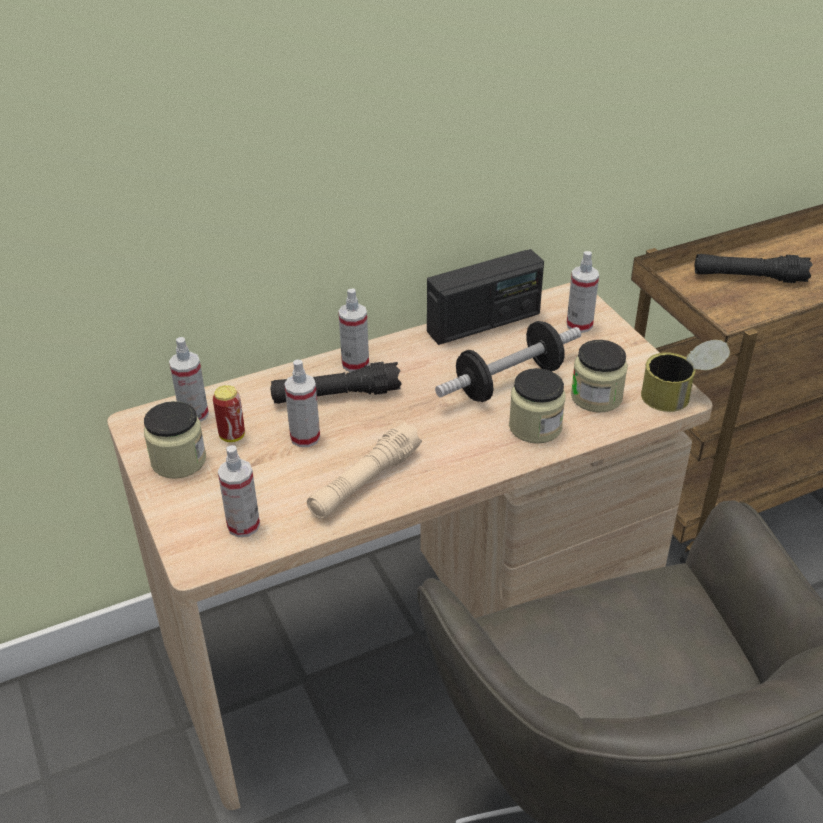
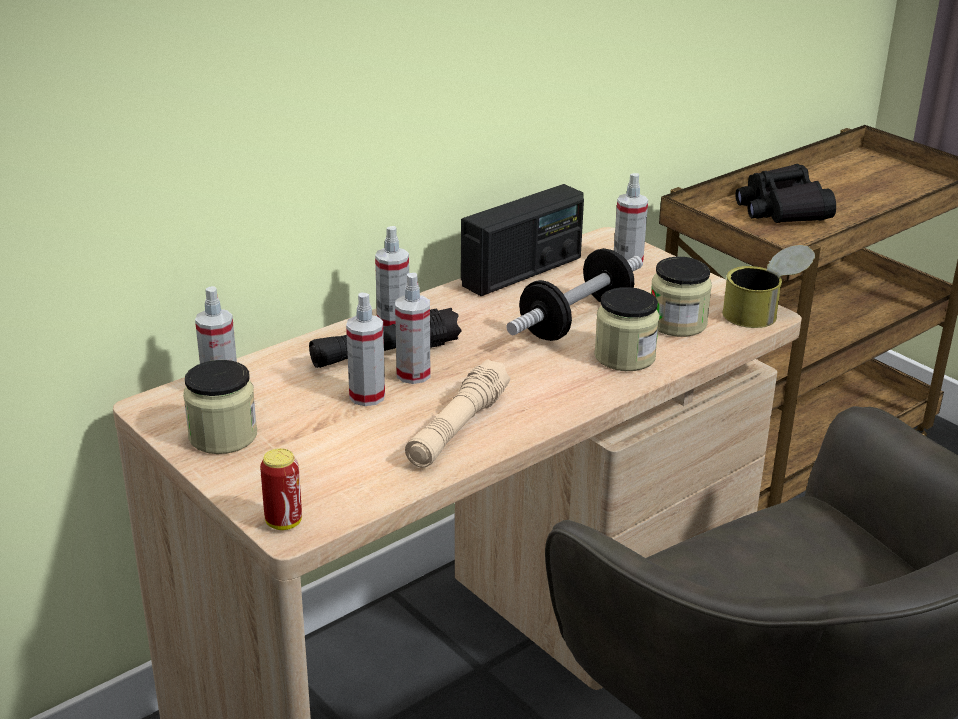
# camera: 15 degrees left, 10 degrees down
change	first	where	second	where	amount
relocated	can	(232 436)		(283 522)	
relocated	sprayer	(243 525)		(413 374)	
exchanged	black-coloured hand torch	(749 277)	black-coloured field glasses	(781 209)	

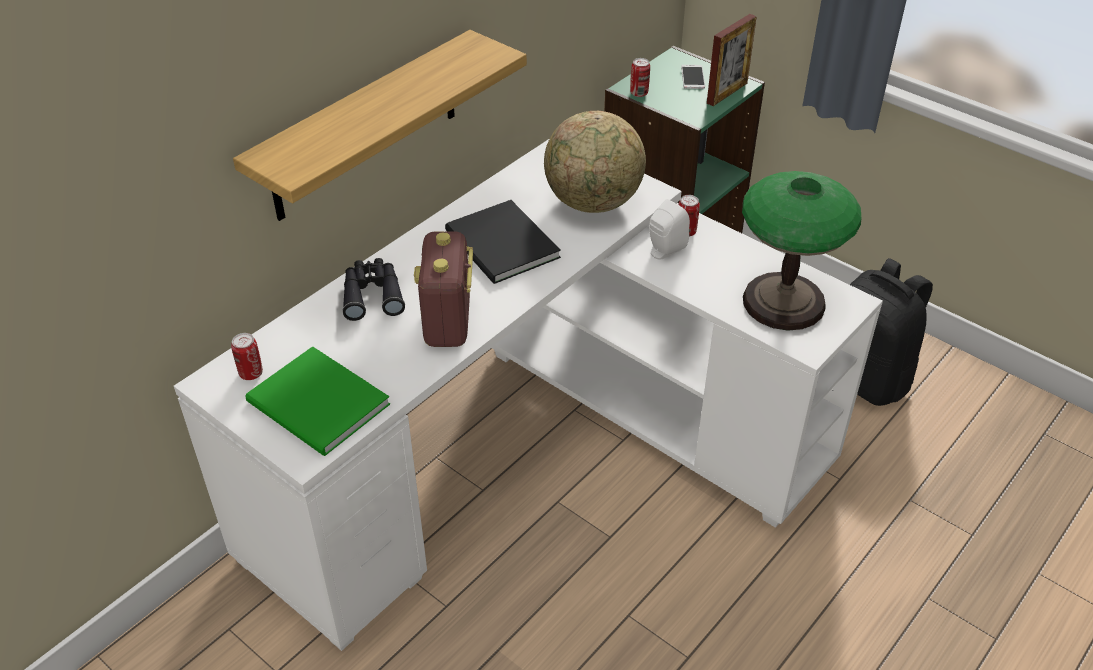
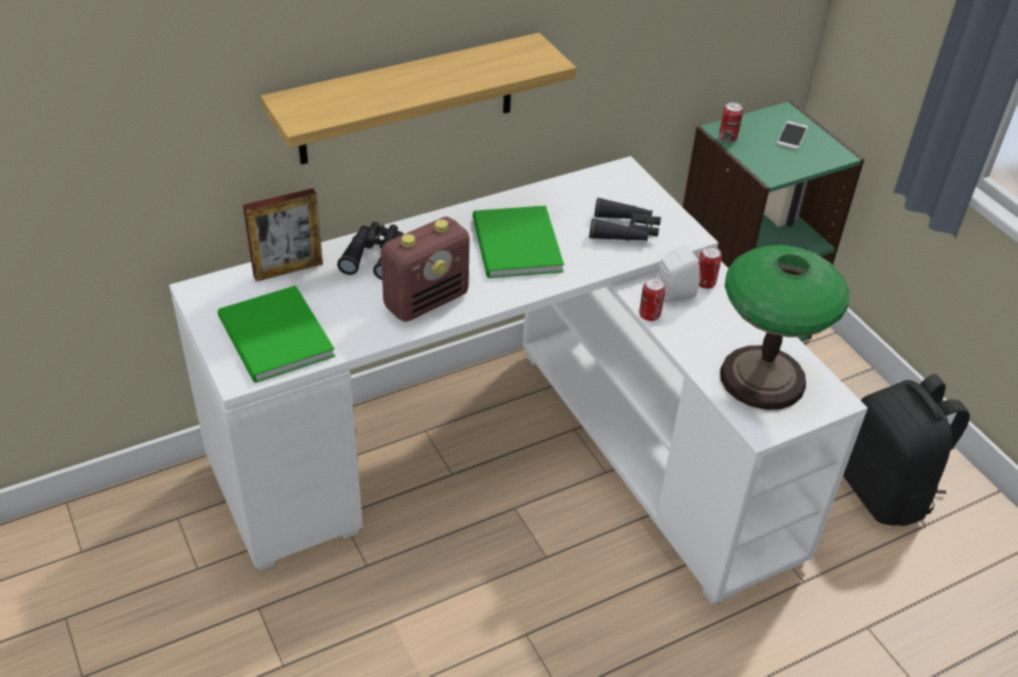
# camera: 20 degrees right, 0 degrees up
change	first	where	second	where	amount
relocated	can	(251 373)		(649 315)	
spun	radio receiver	(448 322)		(427 300)	150 degrees counterclockwise
colour	black-coloured volume	(501 247)	greenish volume	(514 247)	
exchanged	desk globe	(593 203)	black-coloured field glasses	(625 230)	
relocated	picture frame	(727 93)		(288 270)	

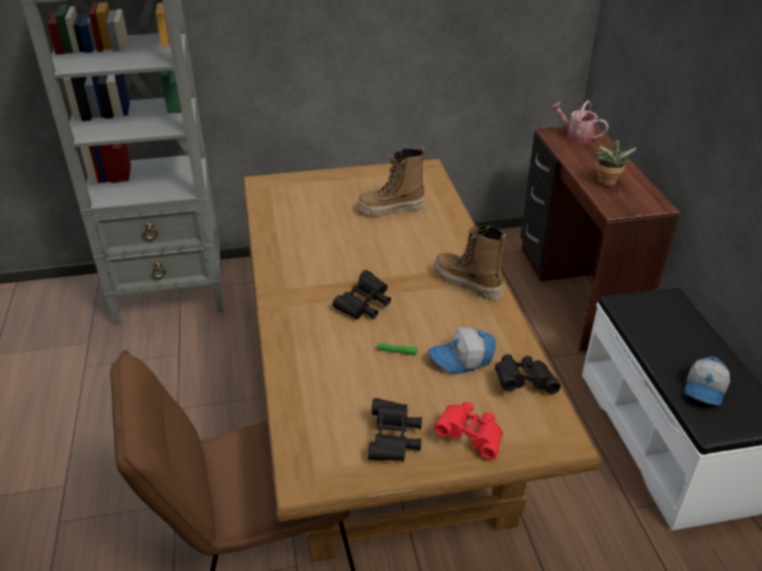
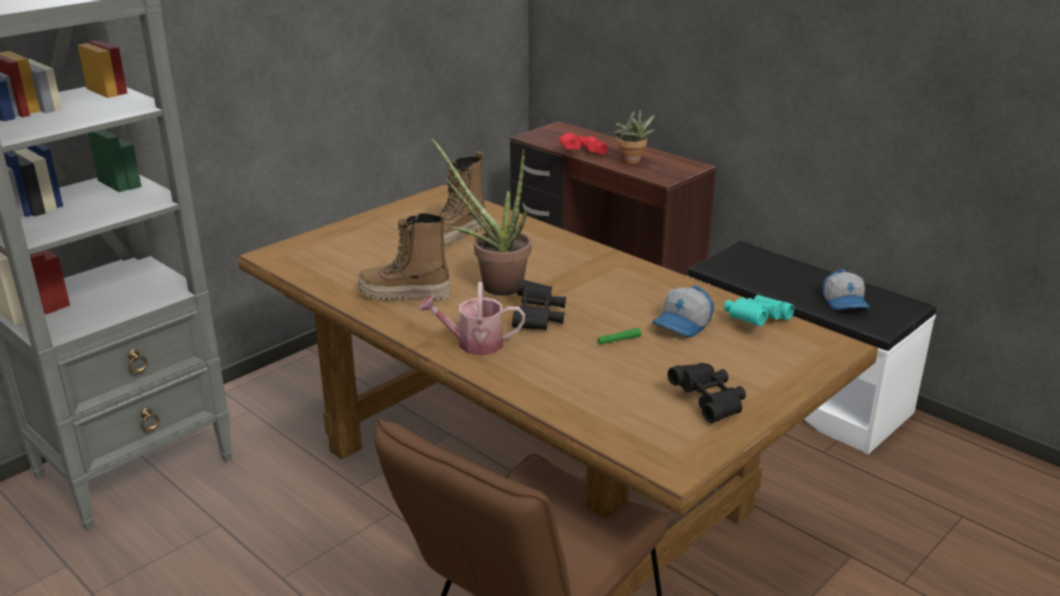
# camera: 35 degrees left, 10 degrees down
change	first	where	second	where	amount
relocated	high-top boot	(467 283)		(404 295)	
relocated	red-coloured field glasses	(470 436)		(581 152)	
colour	black-coloured field glasses	(523 382)	turquoise-coloured field glasses	(755 321)	
relocated	sprinkling can	(576 136)		(473 343)	
appeared			potted plant	(494 285)	

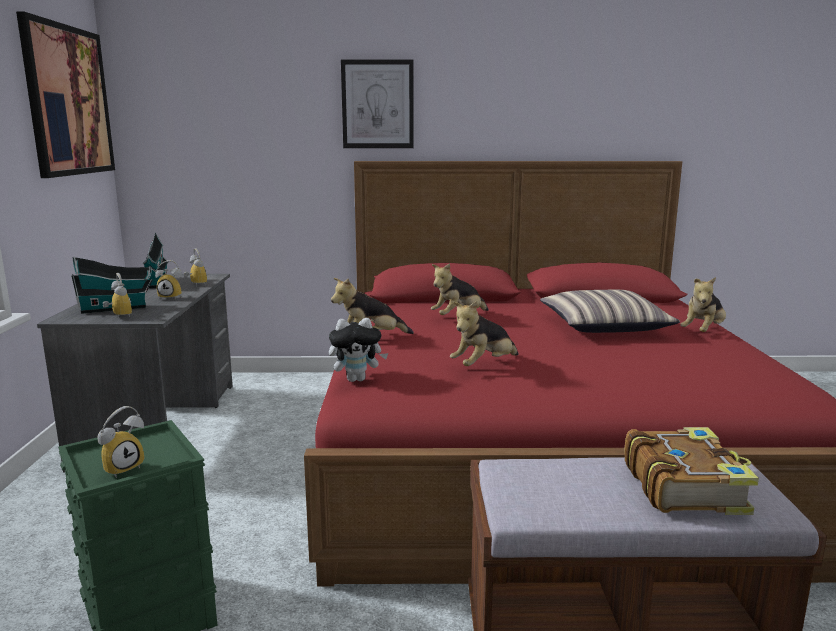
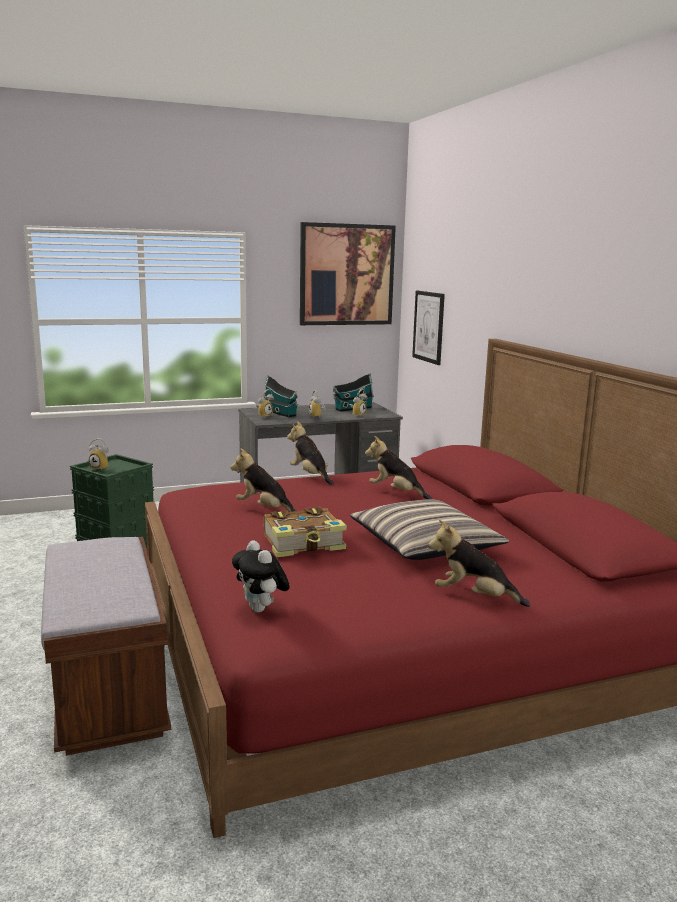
# camera: 70 degrees right, 0 degrees up
change	first	where	second	where	amount
relocated	soft toy	(357 379)		(261 609)	
relocated	picture	(377 104)		(429 326)	
relocated	volume	(684 486)		(304 544)	

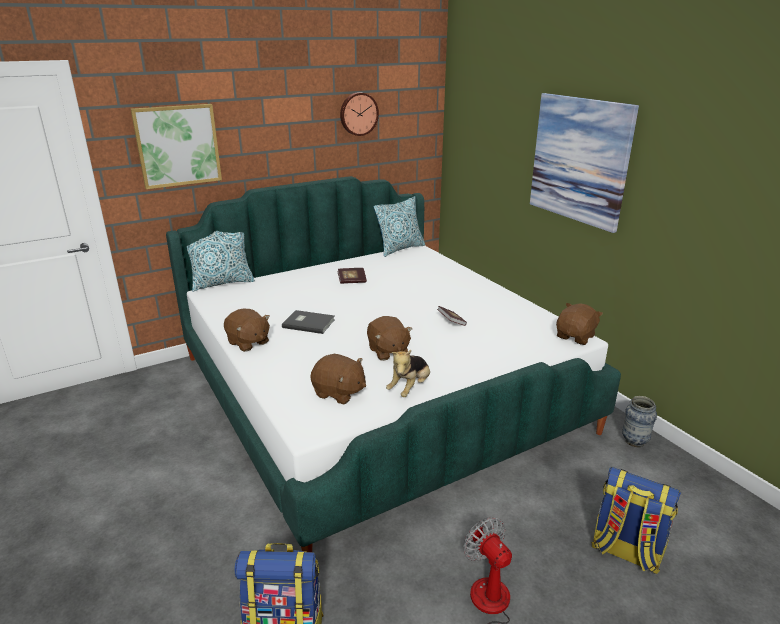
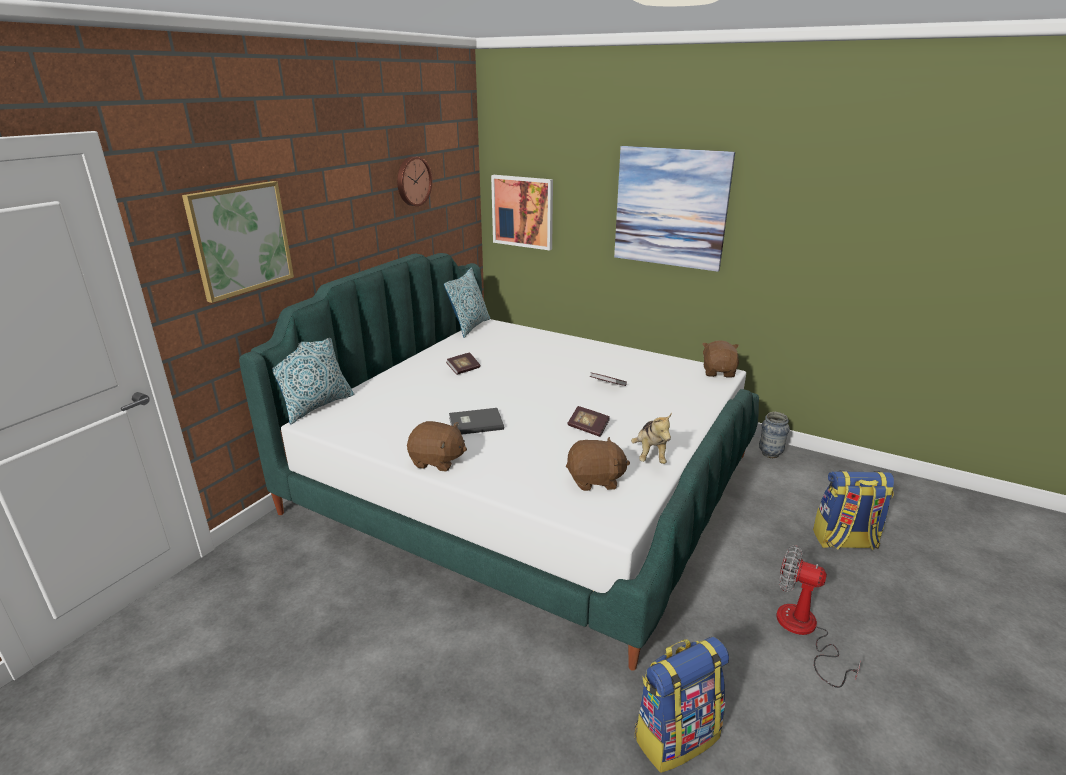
# camera: 30 degrees left, 0 degrees up
change	first	where	second	where	amount
exchanged	brown soft toy	(388 351)	volume	(588 428)	
appeared			picture	(523 212)	

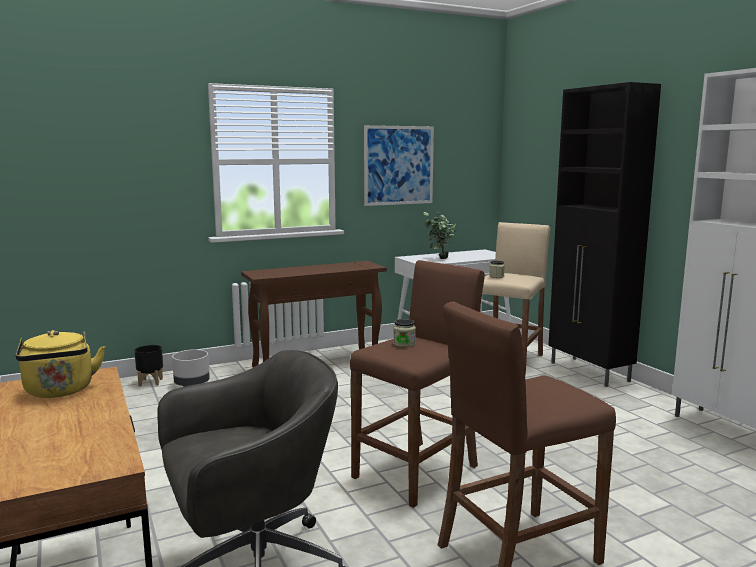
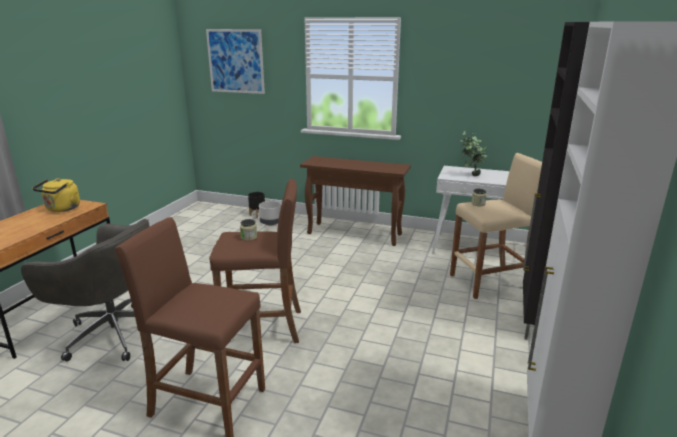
# camera: 45 degrees right, 10 degrees up
change	first	where	second	where	amount
relocated	picture	(399 165)		(235 61)	

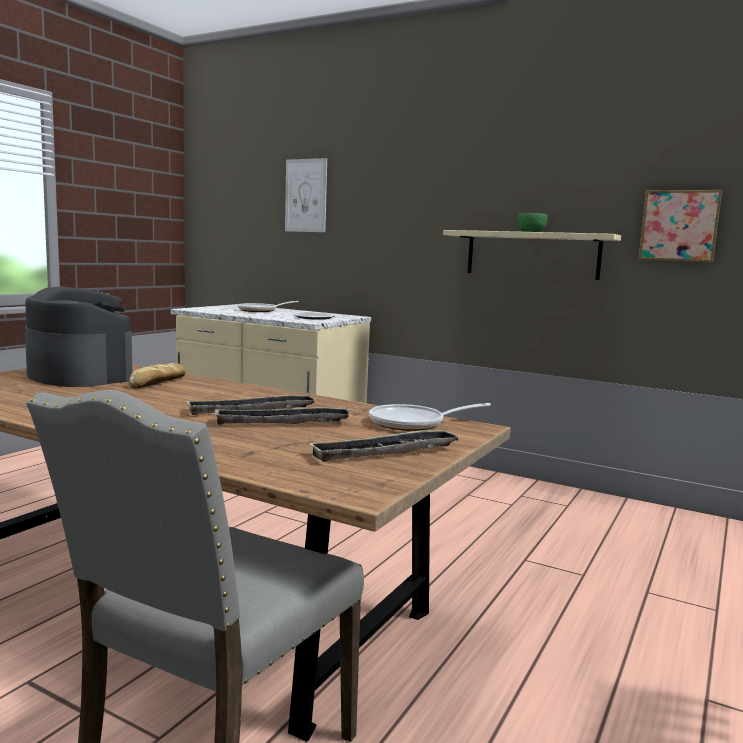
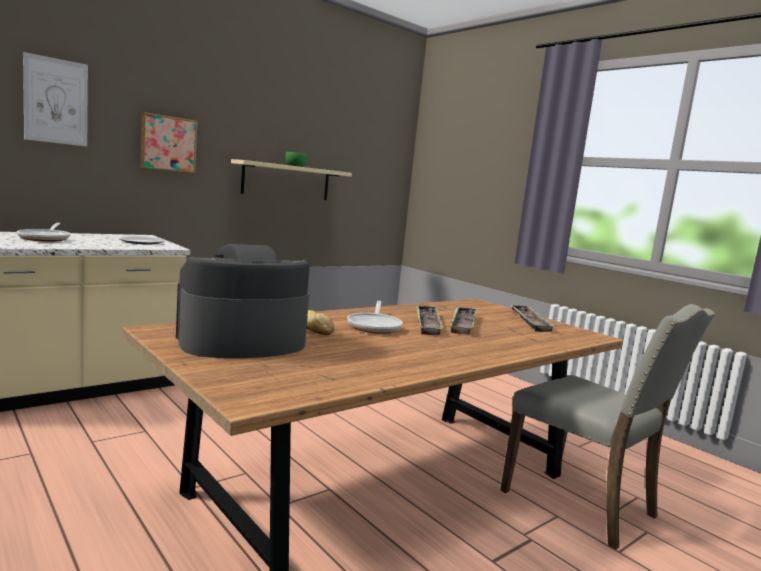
# camera: 70 degrees left, 0 degrees up
change	first	where	second	where	amount
relocated	frying pan	(413 423)		(374 326)	
relocated	picture	(679 226)		(168 144)	

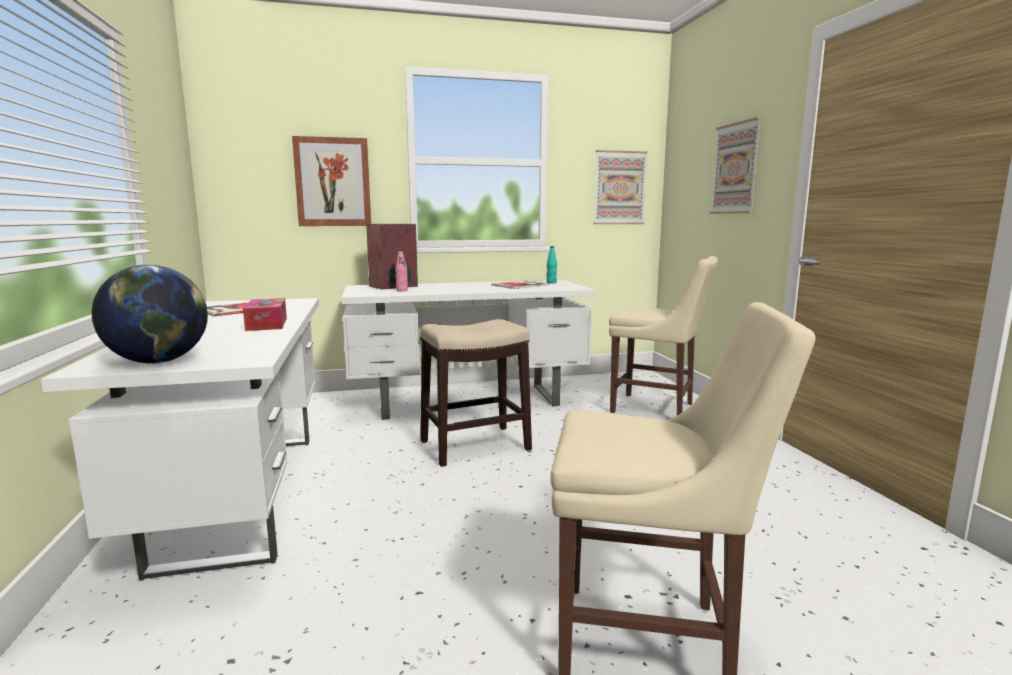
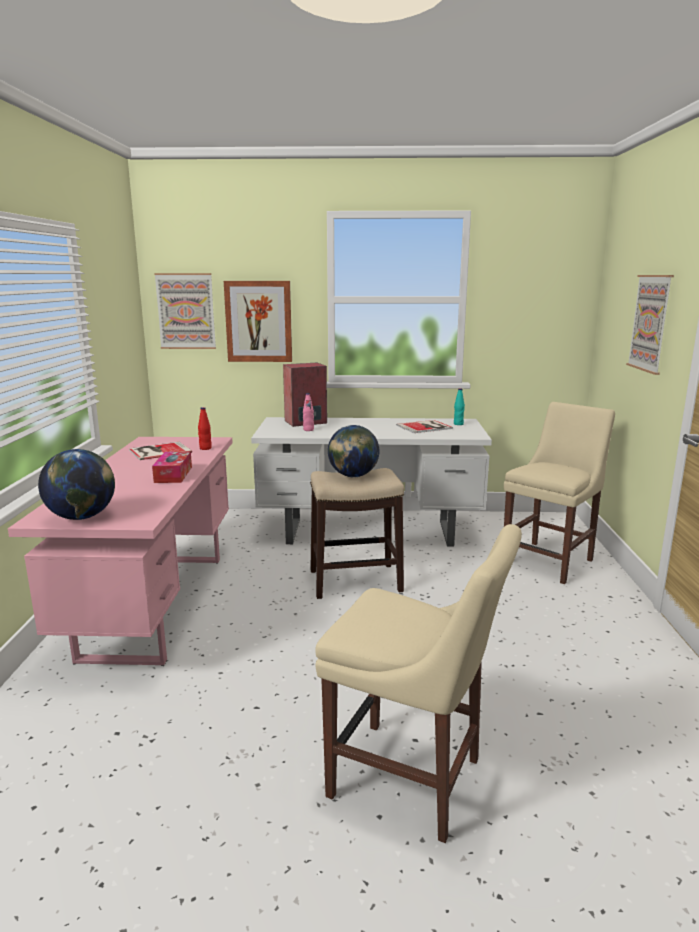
# camera: 15 degrees right, 5 degrees up
change	first	where	second	where	amount
colour	white-coloured desk	(242 494)	pink-coloured desk	(156 603)	
relocated	picture	(619 188)		(186 311)	
spun	sand-coloured chair	(656 409)		(550 560)	90 degrees counterclockwise
appeared			red-coloured beverage bottle	(205 448)	
appeared			desk globe	(353 476)	

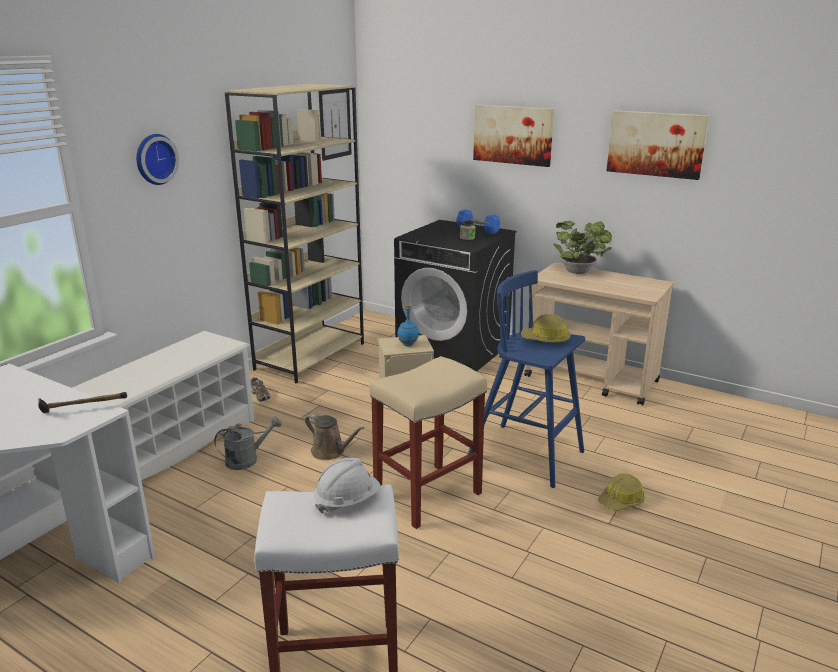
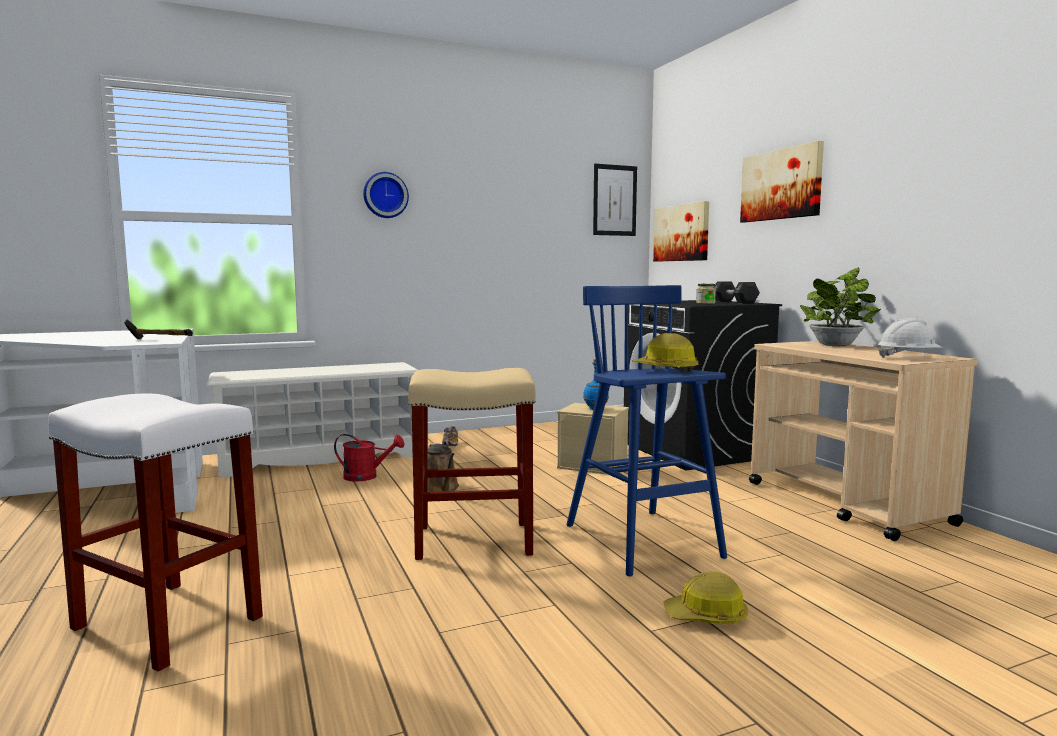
# camera: 35 degrees right, 15 degrees down
change	first	where	second	where	amount
colour	gray sprinkling can	(247 459)	red-coloured sprinkling can	(366 477)	
missing	sand-coloured bookshelf	(310 356)			
relocated	white-coloured safety helmet	(347 501)		(908 357)	
colour	blue-coloured dumbbell	(477 230)	black-coloured dumbbell	(734 302)	
relocated	picture	(656 144)		(681 233)	

